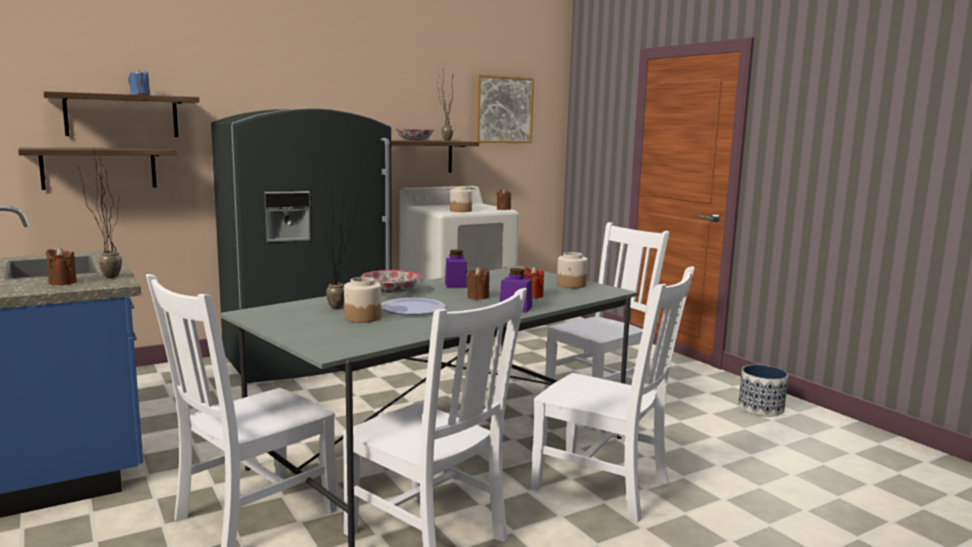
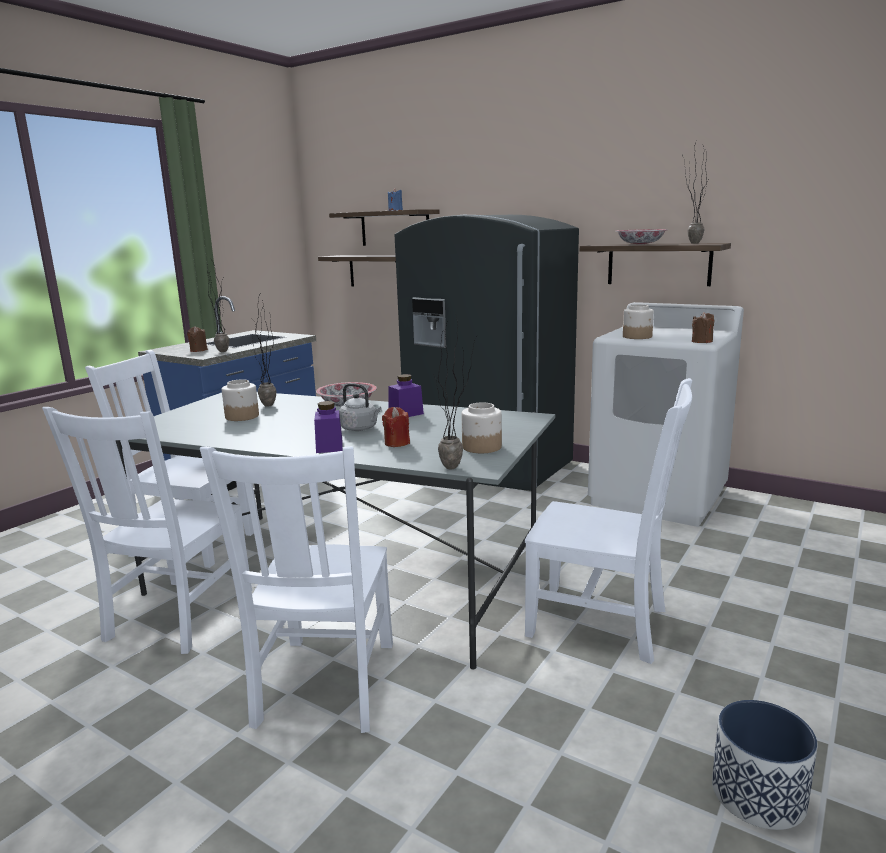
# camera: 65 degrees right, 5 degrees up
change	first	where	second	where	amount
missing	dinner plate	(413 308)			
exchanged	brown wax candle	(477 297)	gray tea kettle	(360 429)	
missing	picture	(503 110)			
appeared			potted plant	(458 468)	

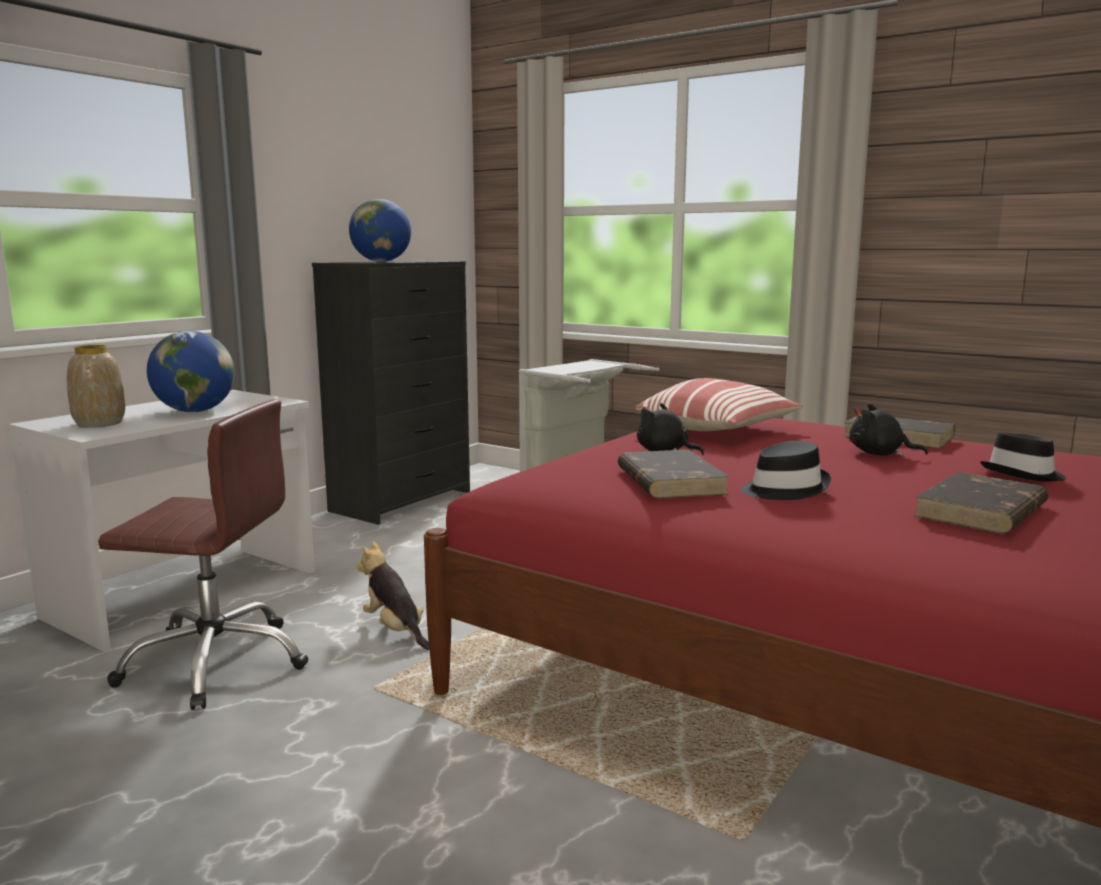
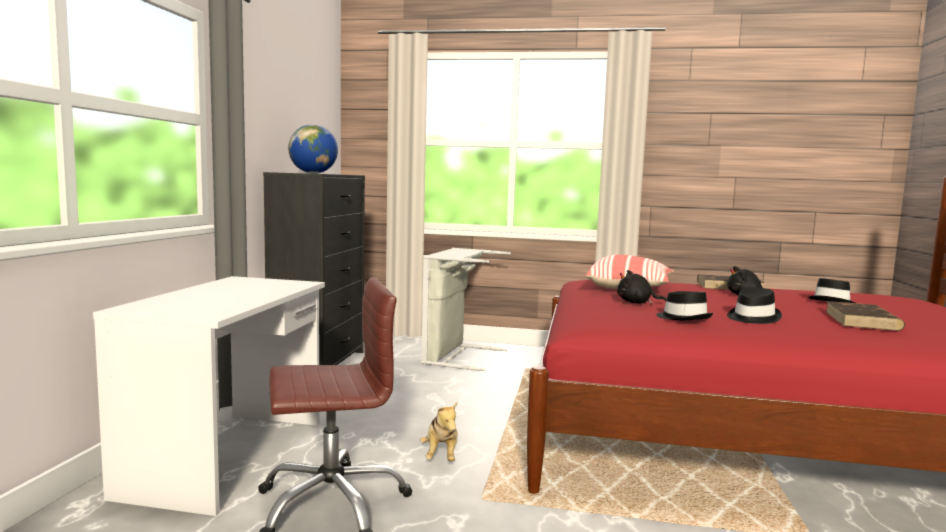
# camera: 25 degrees left, 5 degrees down
change	first	where	second	where	amount
missing	vase	(100 423)			
missing	desk globe	(195 411)			
spun	soft toy	(395 630)		(441 456)	120 degrees counterclockwise
exchanged	brown volume	(669 480)	black-coloured hat	(683 318)	

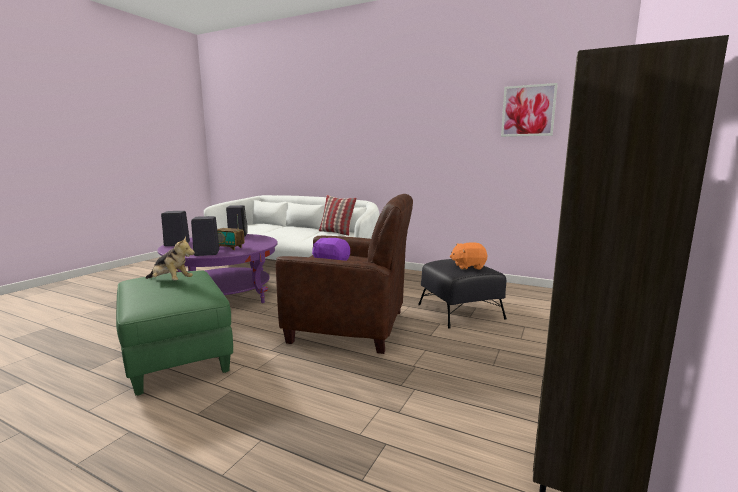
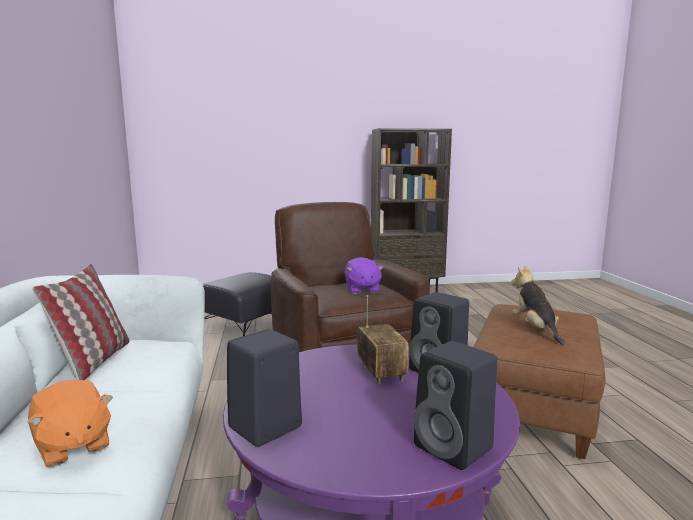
# camera: 125 degrees left, 0 degrees up
change	first	where	second	where	amount
colour	greenish pouffe	(176 356)	brown pouffe	(533 410)	
relocated	orange soft toy	(468 266)		(72 446)	
missing	picture	(528 111)			

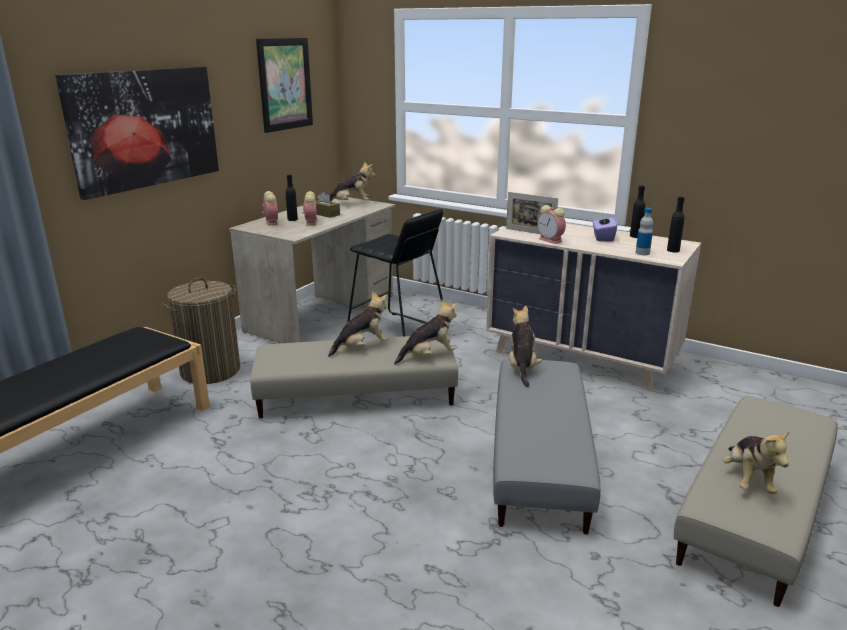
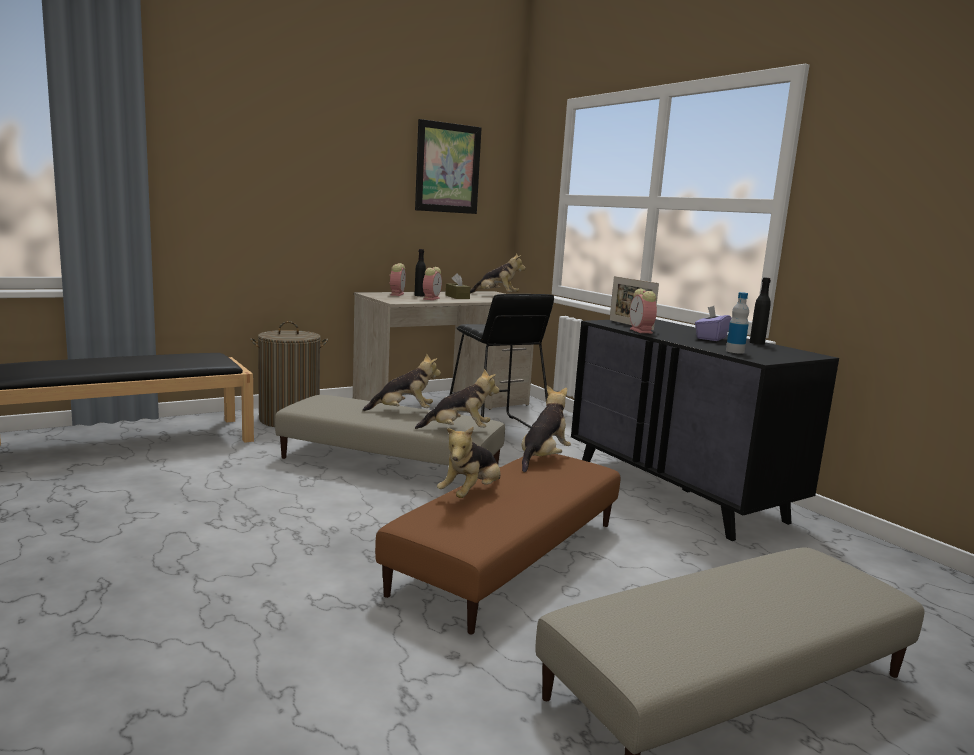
# camera: 25 degrees right, 10 degrees down
change	first	where	second	where	amount
missing	picture	(145 128)			
colour	sand-coloured chest of drawers	(582 357)	black-coloured chest of drawers	(679 493)	
colour	gray pouffe	(538 456)	brown pouffe	(508 556)	
missing	black-coloured beverage bottle	(673 250)			
relocated	soft toy	(748 479)		(471 494)	

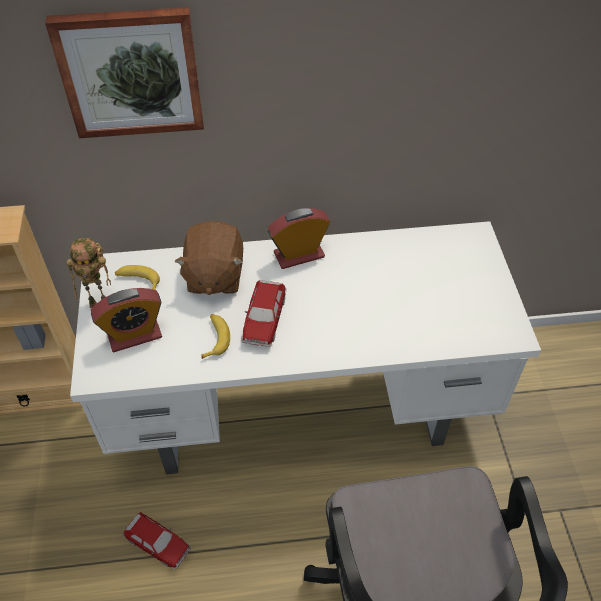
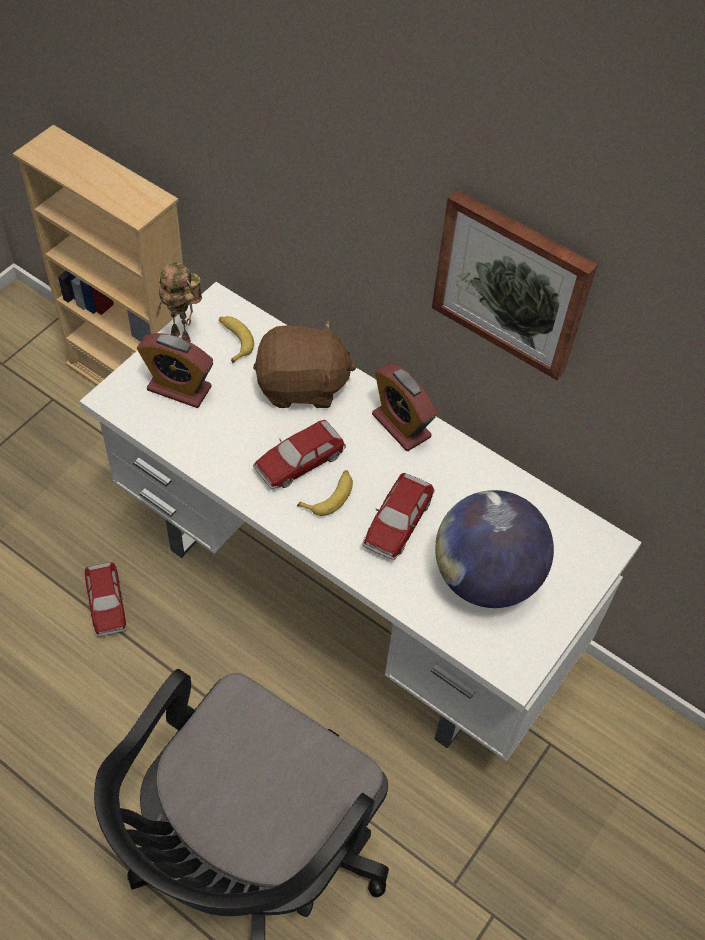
# camera: 40 degrees right, 5 degrees up
change	first	where	second	where	amount
relocated	picture	(131 72)		(512 283)	
spun	brown soft toy	(214 276)		(302 386)	135 degrees counterclockwise
relocated	banana	(215 338)		(329 496)	
spun	alarm clock	(299 255)		(401 425)	150 degrees counterclockwise
appeared			toy car	(397 522)	
appeared			desk globe	(485 577)	

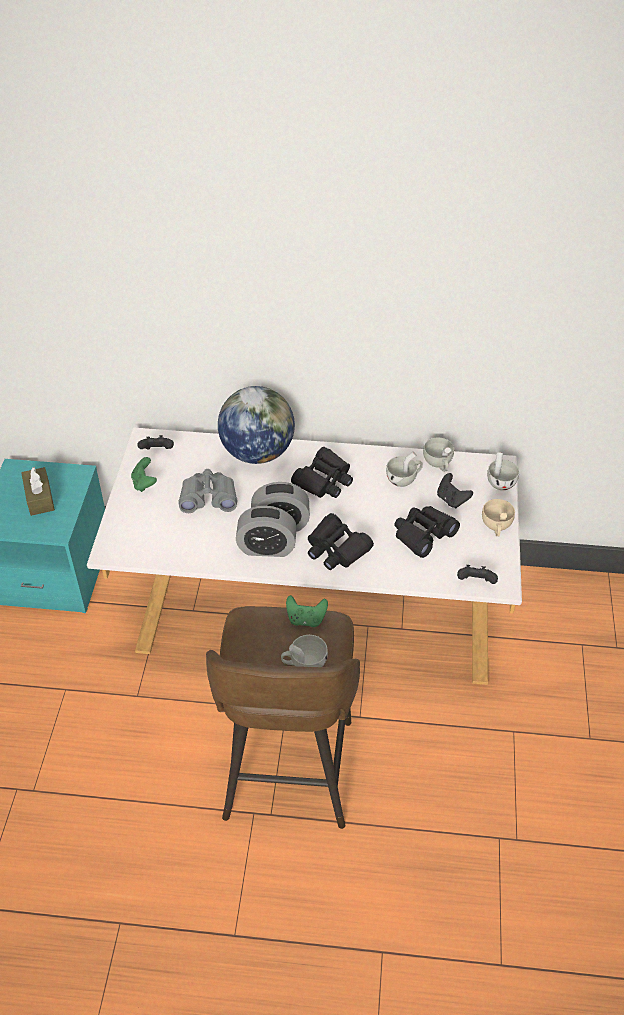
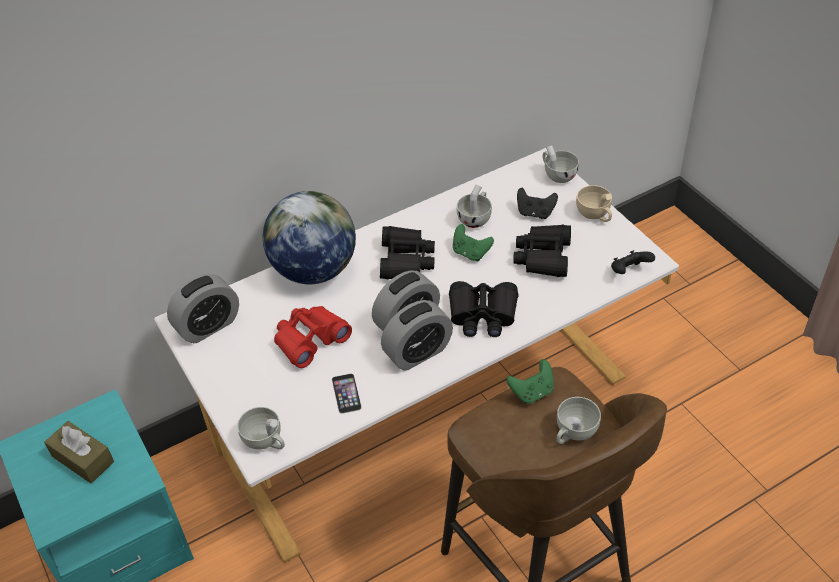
# camera: 35 degrees left, 0 degrees up
change	first	where	second	where	amount
relocated	greenish joypad	(144 483)		(470 253)	
exchanged	black-coloured joypad	(157 451)	alarm clock	(208 326)	
colour	gray field glasses	(208 498)	red-coloured field glasses	(310 340)	
relocated	white-coloured drinking cup	(438 463)		(266 441)	
appeared			phone	(346 393)	

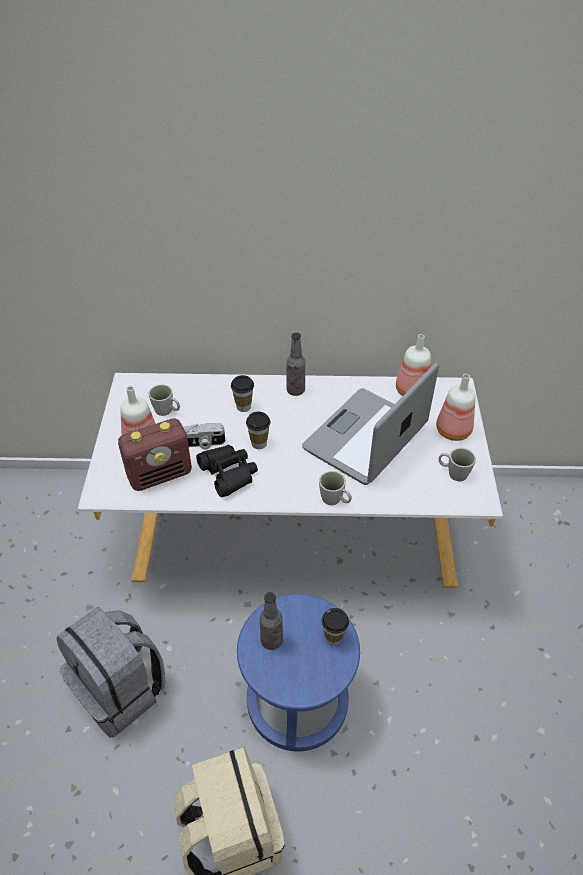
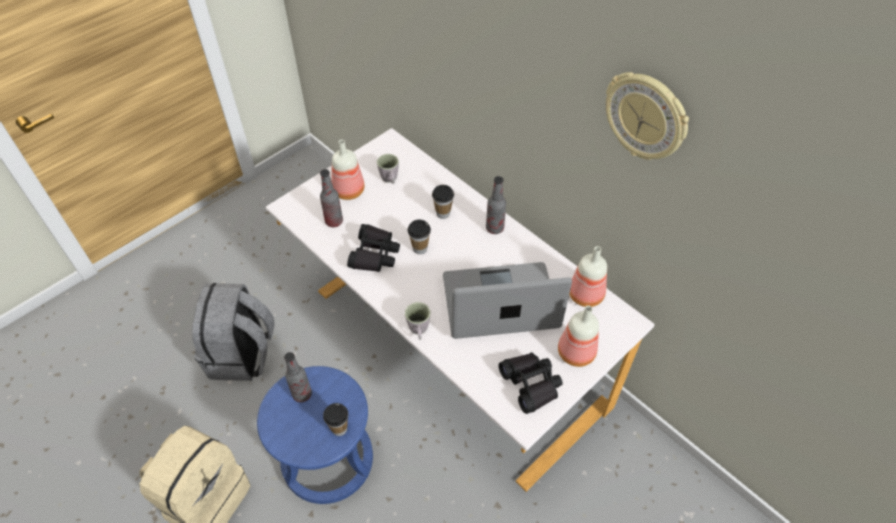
# camera: 45 degrees right, 5 degrees up
change	first	where	second	where	amount
exchanged	radio receiver	(160 474)	beverage bottle	(334 221)	
missing	photo camera	(202 443)			
exchanged	gray mug	(453 473)	black-coloured field glasses	(531 384)	
appeared			wall clock	(646 117)	

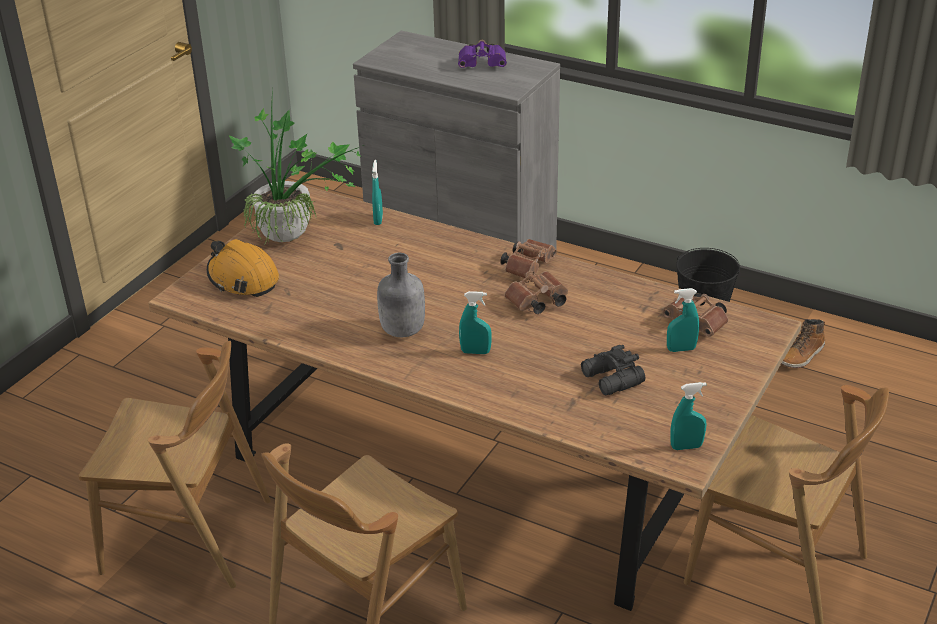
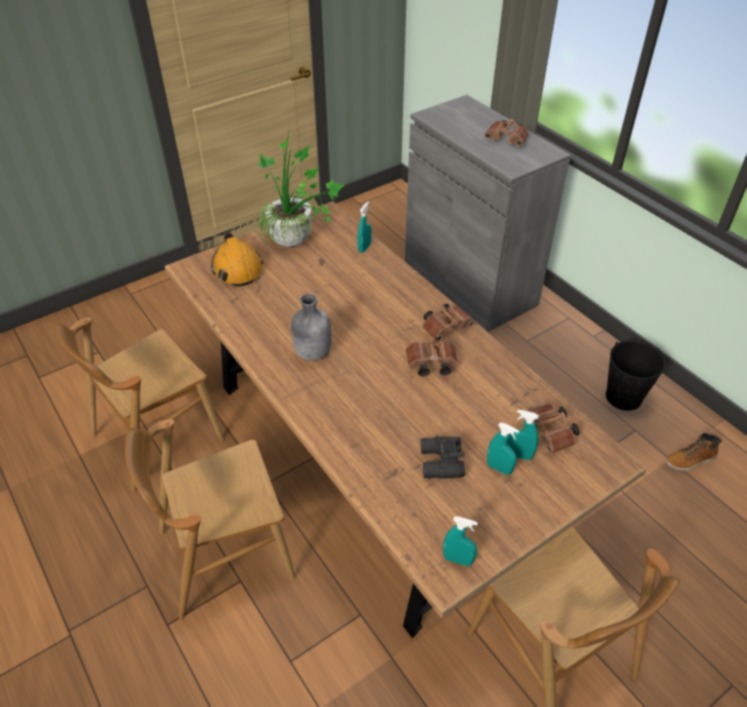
# camera: 25 degrees right, 10 degrees up
change	first	where	second	where	amount
spun	brown chair	(187 536)		(157 436)	105 degrees clockwise
colour	purple field glasses	(483 65)	brown field glasses	(507 140)	
relocated	turquoise-coloured sprayer	(475 352)		(499 468)	

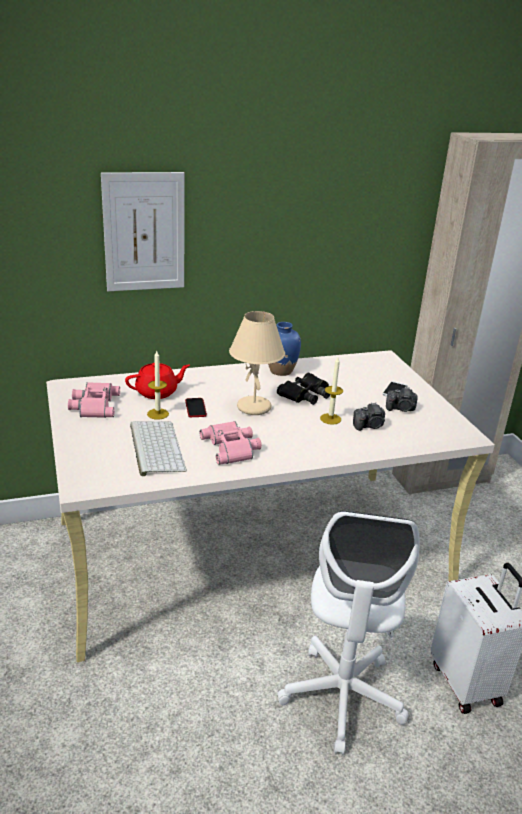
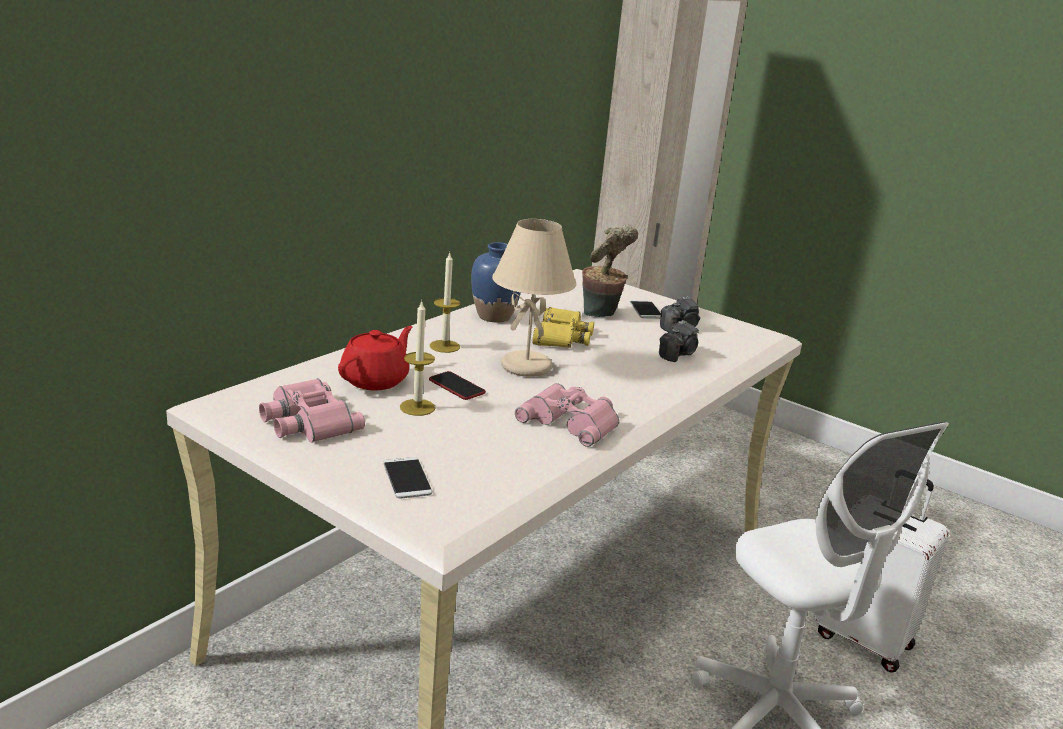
# camera: 35 degrees left, 5 degrees down
change	first	where	second	where	amount
missing	picture	(144 232)			
missing	computer keyboard	(155 447)			
colour	black-coloured field glasses	(305 394)	yellowish field glasses	(561 337)	
relocated	wax candle	(330 419)		(444 346)	
appeared			phone	(407 478)	
appeared			potted plant	(601 315)	

